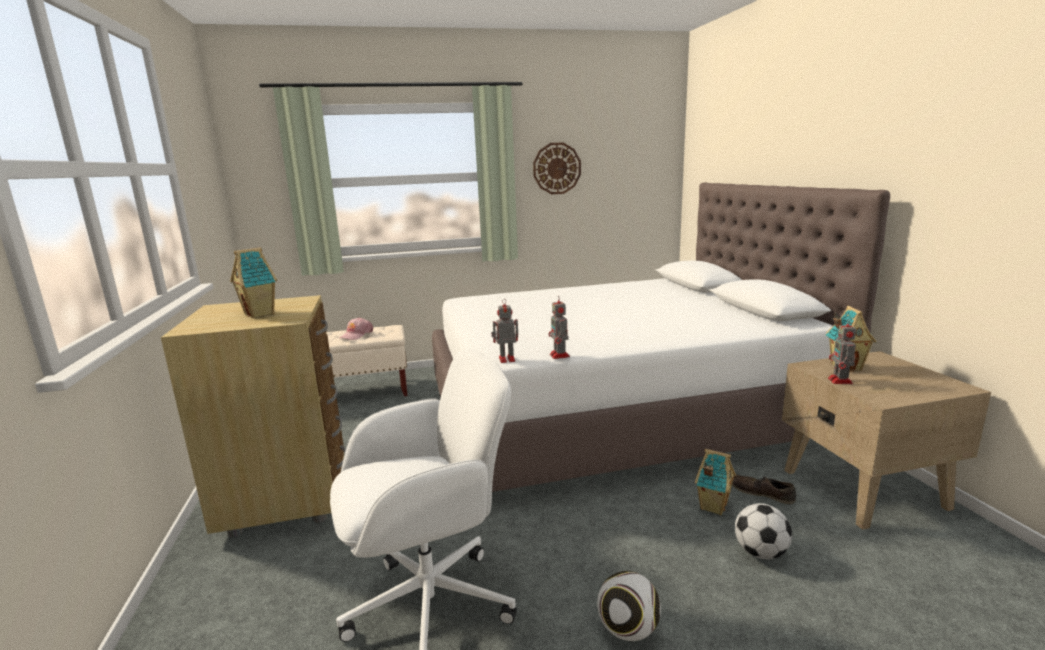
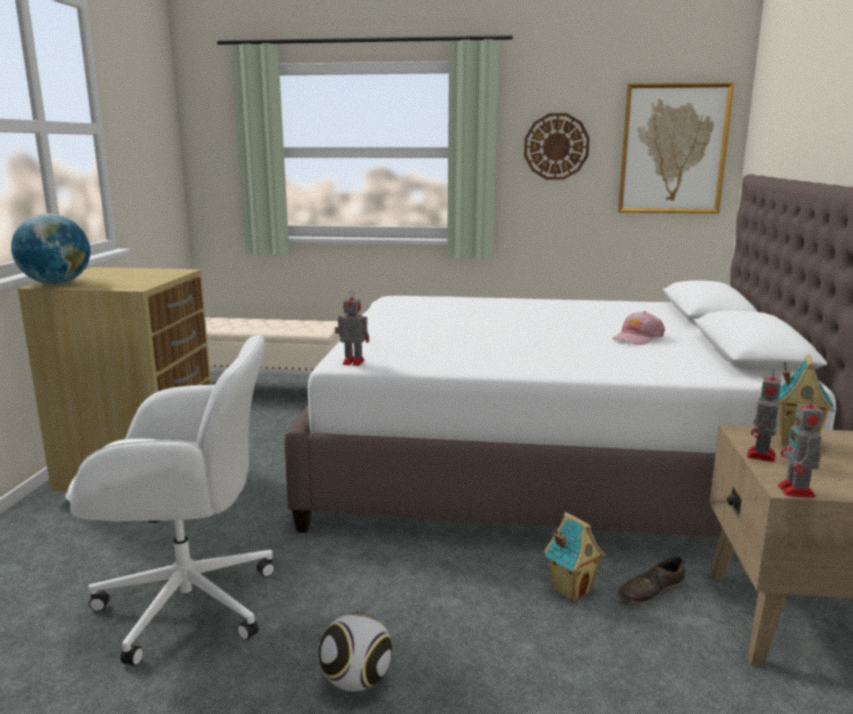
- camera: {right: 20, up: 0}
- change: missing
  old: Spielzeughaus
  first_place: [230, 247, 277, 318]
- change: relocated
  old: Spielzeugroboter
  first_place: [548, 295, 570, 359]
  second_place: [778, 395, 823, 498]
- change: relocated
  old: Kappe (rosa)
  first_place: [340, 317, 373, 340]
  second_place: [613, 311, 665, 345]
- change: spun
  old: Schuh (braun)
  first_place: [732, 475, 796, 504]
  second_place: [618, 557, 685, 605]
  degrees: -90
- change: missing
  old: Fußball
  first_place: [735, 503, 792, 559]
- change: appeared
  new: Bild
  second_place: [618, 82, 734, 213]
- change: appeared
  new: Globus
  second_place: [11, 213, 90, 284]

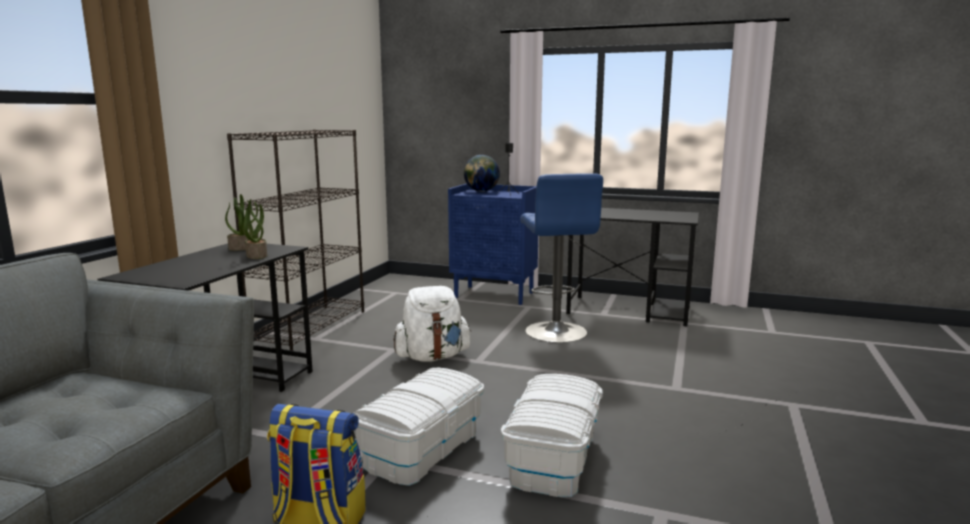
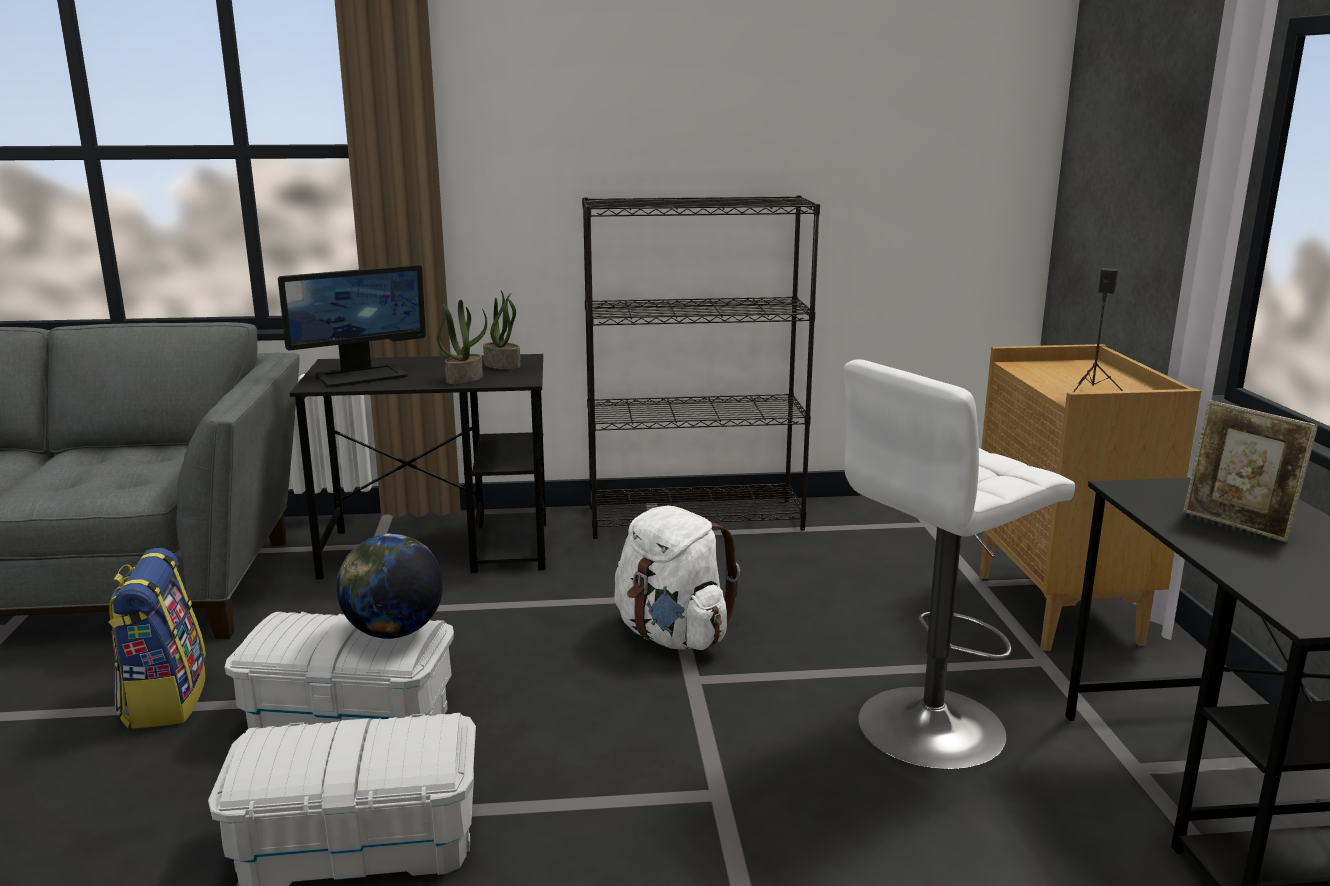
- camera: {right: 65, up: 5}
- change: relocated
  old: Globus
  first_place: [464, 155, 500, 192]
  second_place: [337, 533, 443, 639]
- change: colour
  old: Hocker (blau)
  new: Hocker (weiß)
  first_place: [520, 173, 603, 343]
  second_place: [844, 359, 1075, 770]
- change: colour
  old: Schrank (blau)
  new: Schrank (braun)
  first_place: [448, 183, 538, 305]
  second_place: [979, 344, 1201, 651]
- change: appeared
  new: Monitor
  second_place: [278, 265, 426, 388]
- change: appeared
  new: Bilderrahmen
  second_place: [1183, 400, 1318, 542]

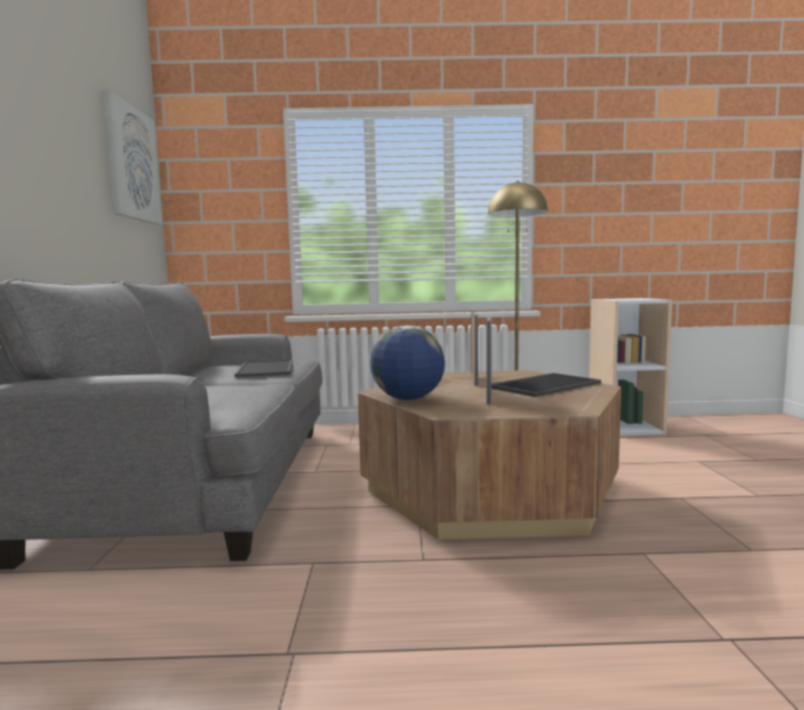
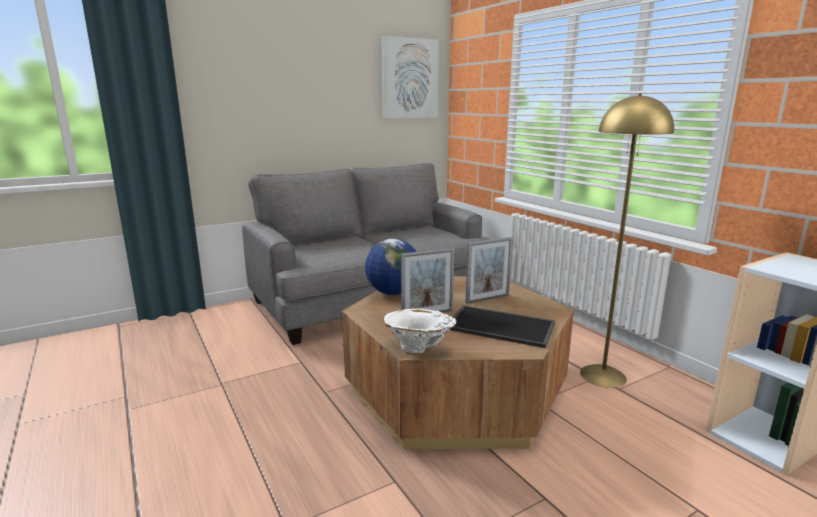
- camera: {right: 60, up: 10}
- change: missing
  old: Tablett
  first_place: [234, 359, 293, 377]
- change: appeared
  new: Vase (weiß)
  second_place: [383, 309, 456, 353]

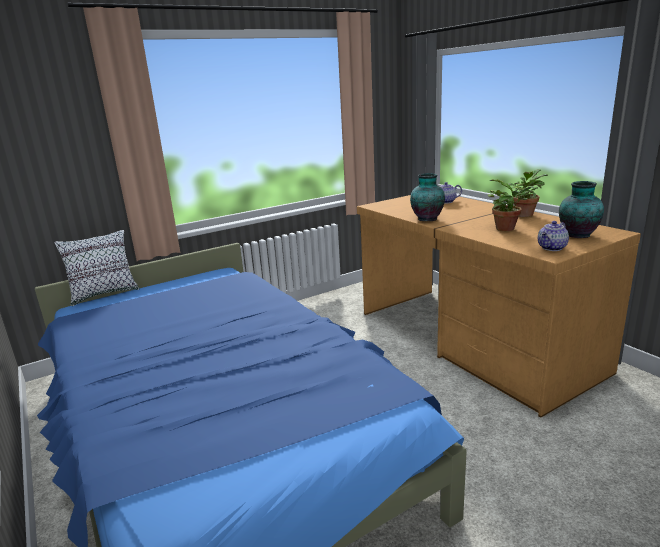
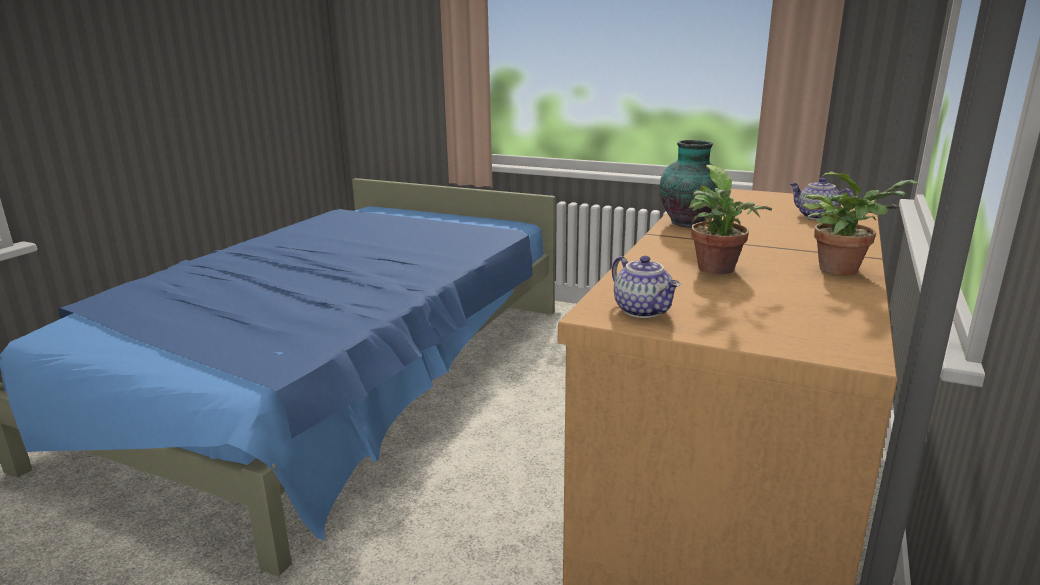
- camera: {right: 55, up: 0}
- change: missing
  old: Vase
  first_place: [559, 181, 604, 238]
- change: spun
  old: Teekanne
  first_place: [538, 221, 569, 251]
  second_place: [612, 256, 680, 318]
  degrees: -135
- change: missing
  old: Kissen (weiß)
  first_place: [54, 230, 139, 306]

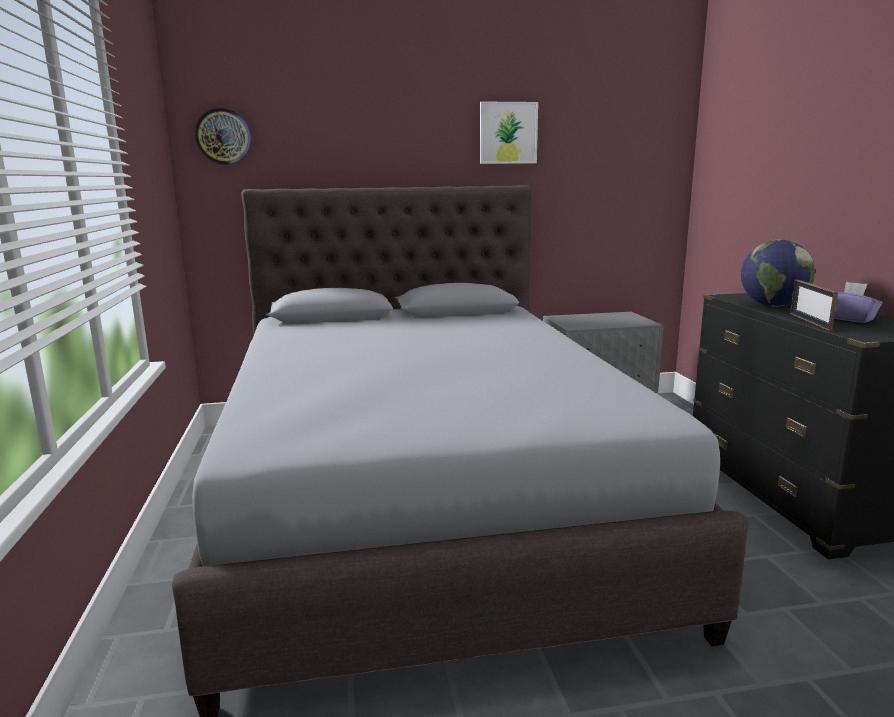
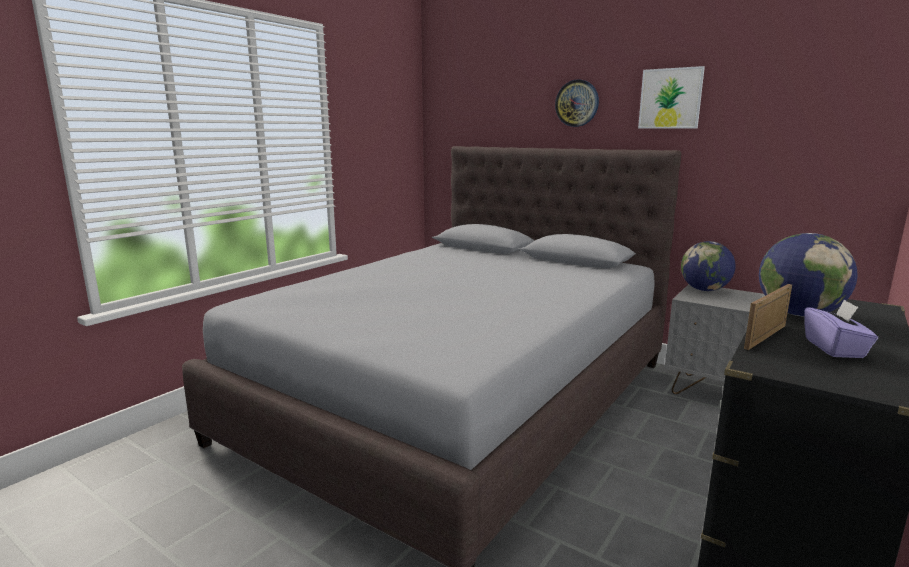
- camera: {right: 45, up: 0}
- change: relocated
  old: Wanduhr
  first_place: [194, 108, 252, 165]
  second_place: [555, 79, 599, 127]
- change: appeared
  new: Globus
  second_place: [681, 241, 736, 291]

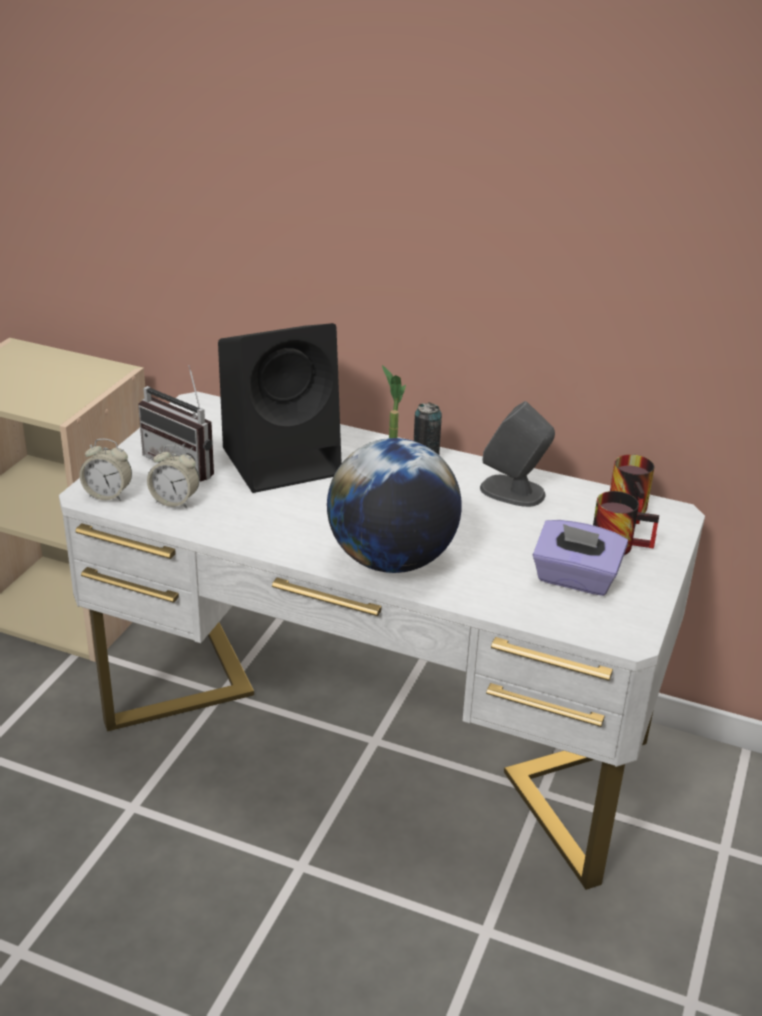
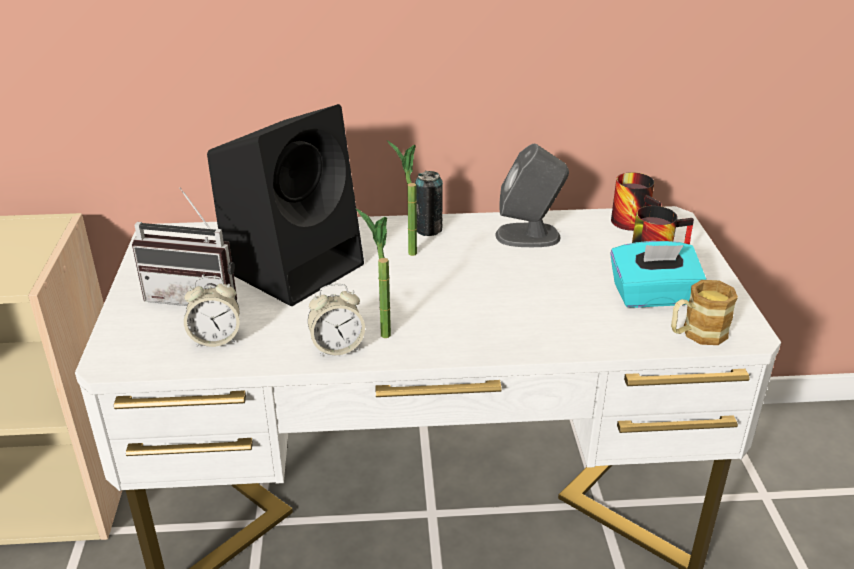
- camera: {right: -25, up: 0}
- change: missing
  old: Globus
  first_place: [327, 438, 462, 573]
- change: relocated
  old: Wecker
  first_place: [79, 439, 132, 501]
  second_place: [308, 284, 365, 357]
- change: colour
  old: Taschentuchbox (lila)
  new: Taschentuchbox (türkis)
  first_place: [533, 520, 628, 596]
  second_place: [610, 241, 706, 308]
- change: appeared
  new: Topfpflanze
  second_place: [356, 208, 391, 338]
- change: appeared
  new: Henkelbecher
  second_place: [671, 280, 738, 345]

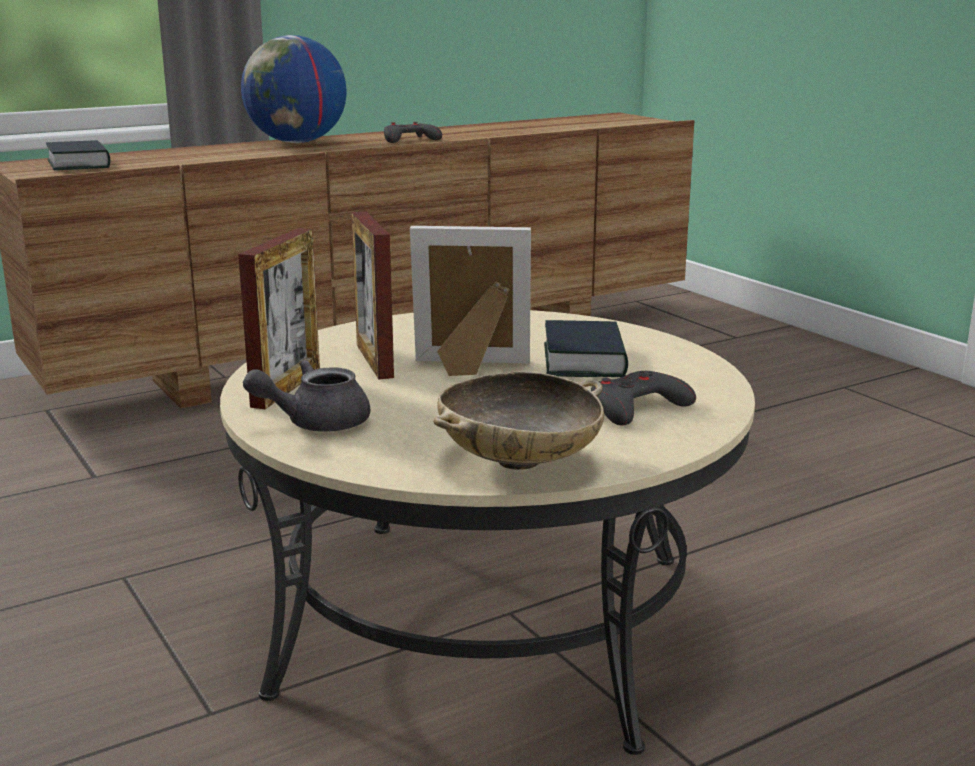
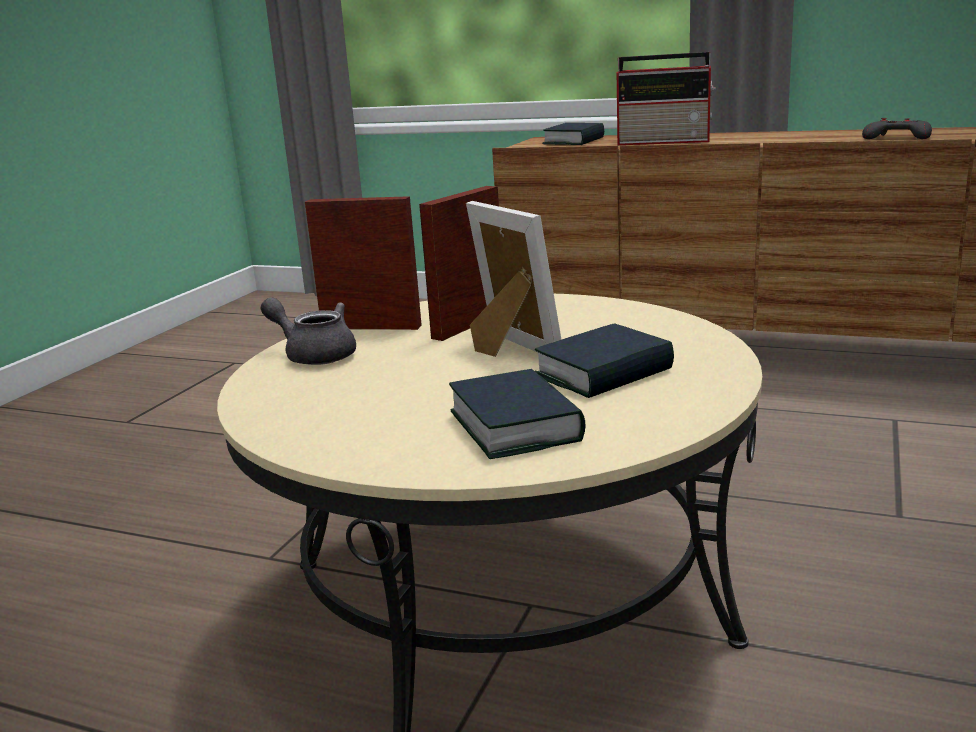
- camera: {right: 55, up: 0}
- change: missing
  old: Globus
  first_place: [241, 35, 347, 143]
- change: spun
  old: Bilderrahmen
  first_place: [238, 228, 320, 409]
  second_place: [305, 196, 422, 330]
  degrees: -150
- change: exchanged
  old: Gamepad (grau)
  new: Buch
  first_place: [591, 371, 696, 426]
  second_place: [449, 369, 586, 459]
- change: missing
  old: Schüssel (beige)
  first_place: [433, 372, 604, 470]
- change: appeared
  new: Radio
  second_place: [617, 52, 716, 145]

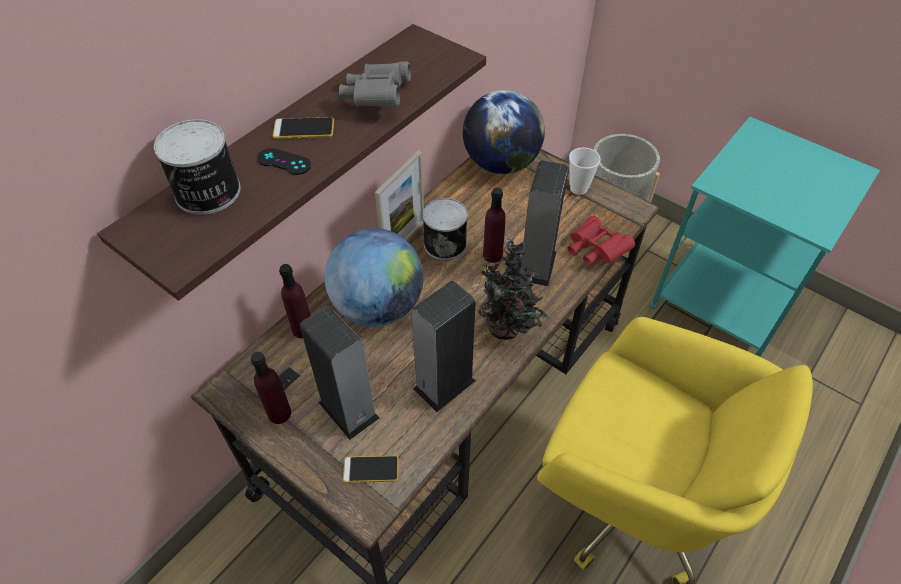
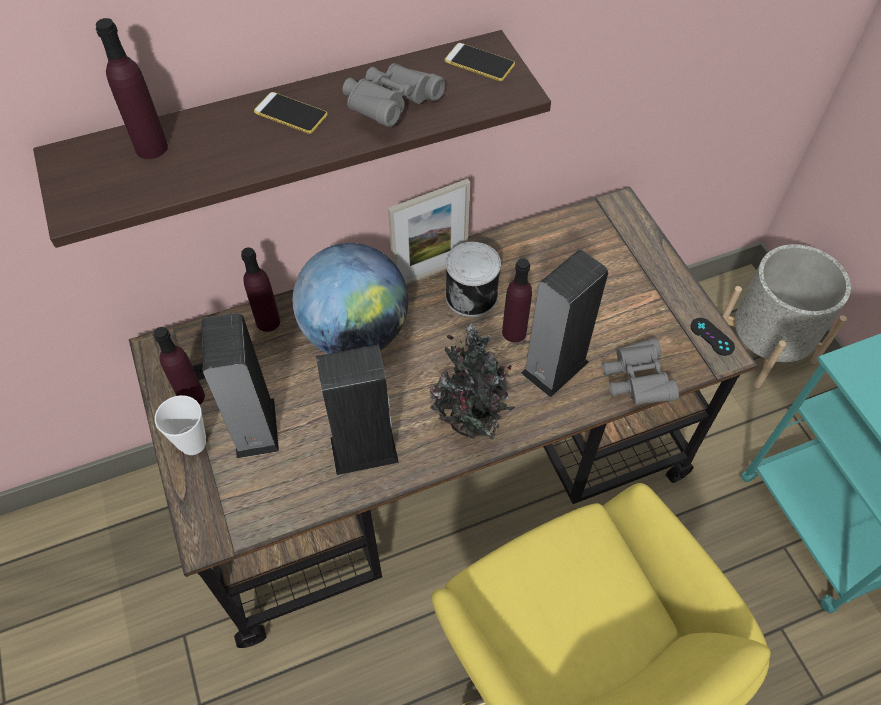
- camera: {right: 30, up: 5}
- change: missing
  old: Globus
  first_place: [463, 90, 545, 174]
- change: exchanged
  old: Dose
  new: Flasche (lila)
  first_place: [154, 119, 241, 215]
  second_place: [96, 18, 168, 159]
- change: relocated
  old: Gamepad (schwarz)
  first_place: [257, 148, 311, 175]
  second_place: [691, 318, 735, 356]
- change: relocated
  old: Tasse
  first_place: [569, 148, 601, 195]
  second_place: [155, 395, 206, 455]
- change: colour
  old: Fernglas (rot)
  new: Fernglas (grau)
  first_place: [568, 215, 635, 266]
  second_place: [602, 338, 679, 405]
- change: relocated
  old: Handy
  first_place: [343, 456, 399, 483]
  second_place: [445, 43, 515, 81]

